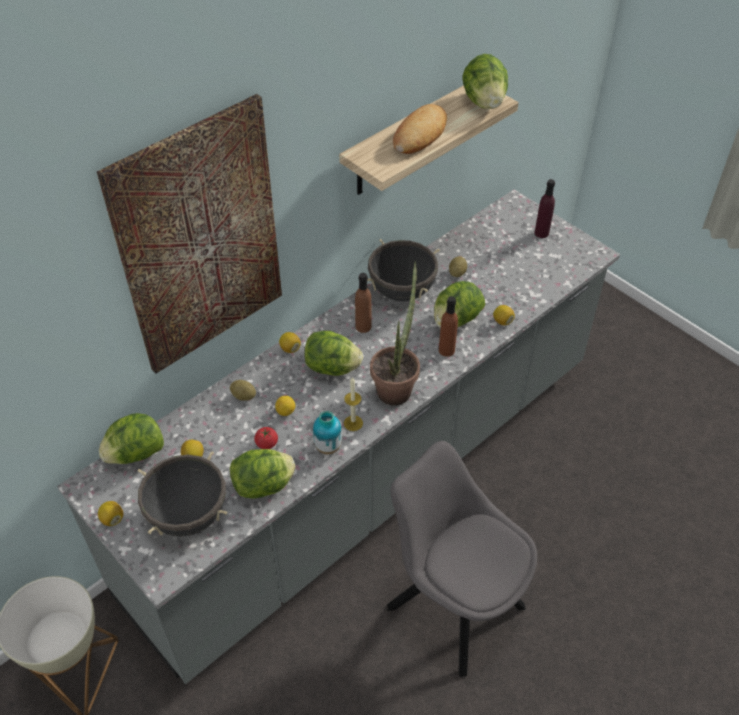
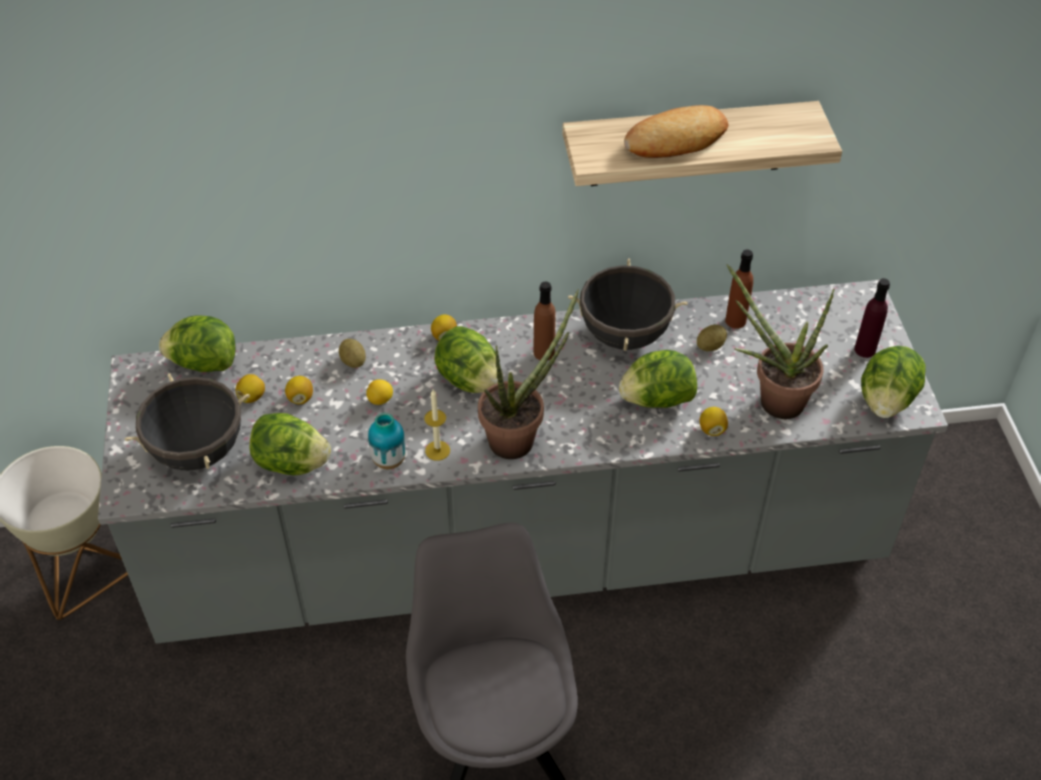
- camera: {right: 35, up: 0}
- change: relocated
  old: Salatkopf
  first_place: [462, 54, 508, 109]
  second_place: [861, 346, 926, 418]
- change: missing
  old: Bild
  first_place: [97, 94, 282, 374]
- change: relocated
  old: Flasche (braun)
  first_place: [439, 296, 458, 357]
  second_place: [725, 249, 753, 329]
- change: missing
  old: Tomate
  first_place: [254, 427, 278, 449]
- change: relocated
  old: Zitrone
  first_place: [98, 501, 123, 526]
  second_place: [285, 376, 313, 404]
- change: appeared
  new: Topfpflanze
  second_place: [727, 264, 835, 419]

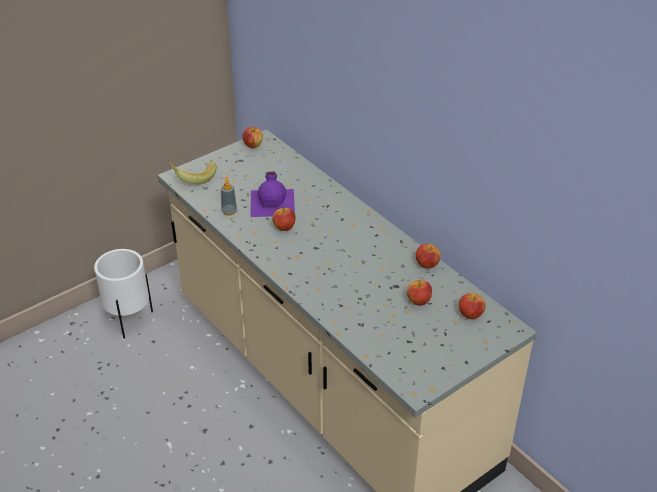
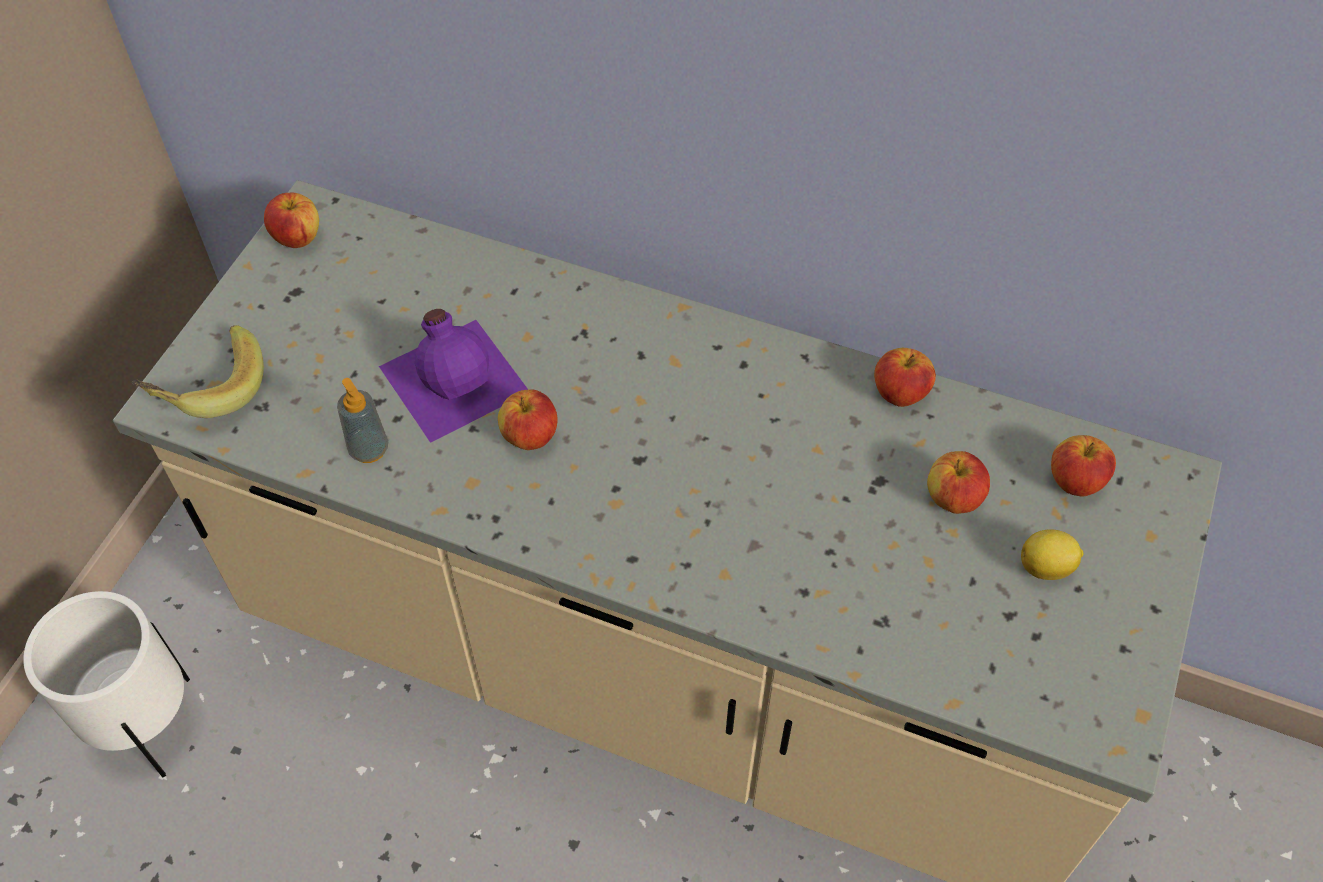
- camera: {right: -30, up: 15}
- change: appeared
  new: Zitrone
  second_place: [1021, 529, 1083, 580]

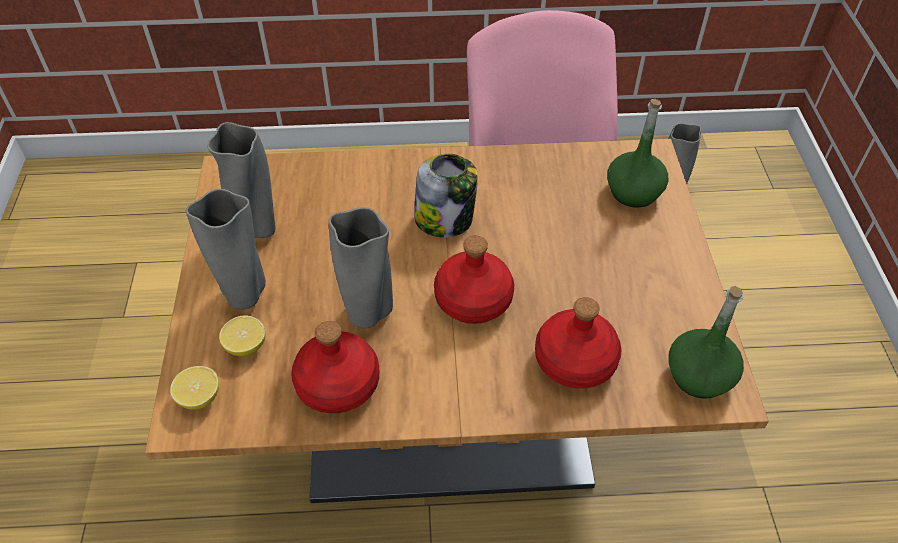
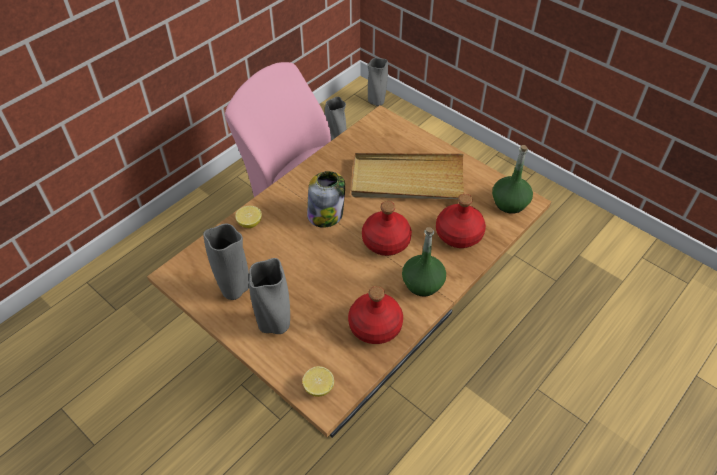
- camera: {right: -45, up: 0}
- change: relocated
  old: Flasche (grün)
  first_place: [607, 99, 668, 208]
  second_place: [402, 227, 446, 297]
- change: relocated
  old: Vase (grau)
  first_place: [329, 207, 393, 328]
  second_place: [368, 58, 388, 106]
- change: relocated
  old: Zitrone
  first_place: [219, 315, 265, 356]
  second_place: [235, 206, 262, 228]
- change: appeared
  new: Tablett (beige)
  second_place: [351, 153, 464, 199]

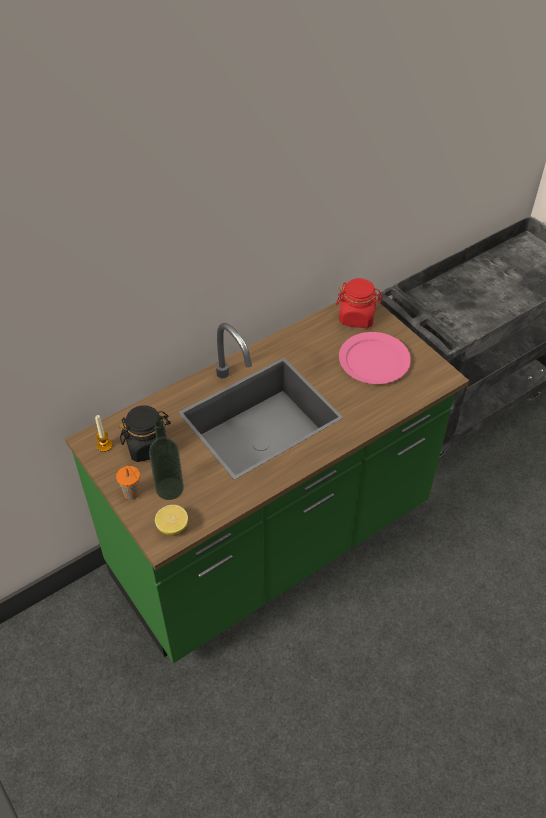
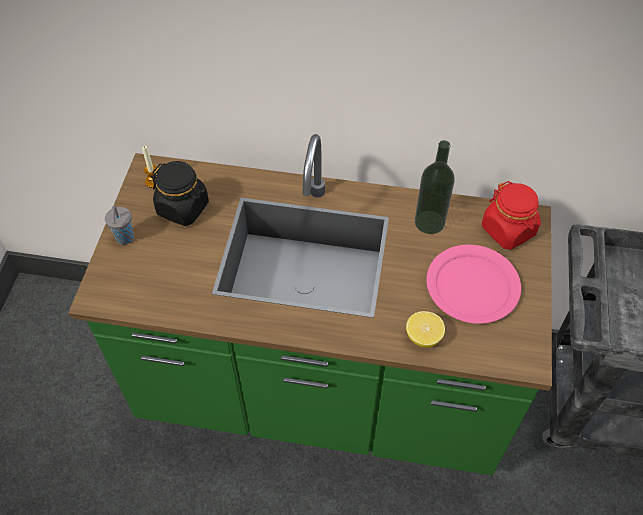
- camera: {right: 45, up: 5}
- change: relocated
  old: Flasche
  first_place: [149, 420, 184, 500]
  second_place: [415, 140, 455, 234]
- change: colour
  old: Tasse (orange)
  new: Tasse (grau)
  first_place: [116, 466, 140, 500]
  second_place: [105, 206, 134, 245]
- change: relocated
  old: Zitrone
  first_place: [155, 505, 188, 535]
  second_place: [406, 311, 445, 347]

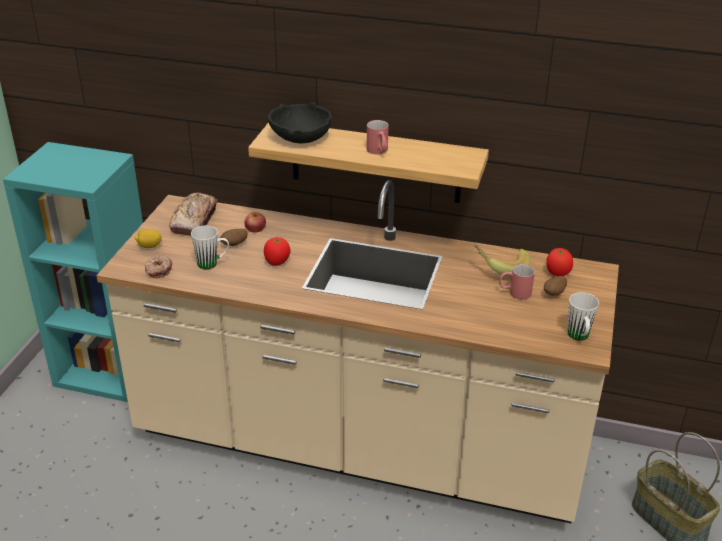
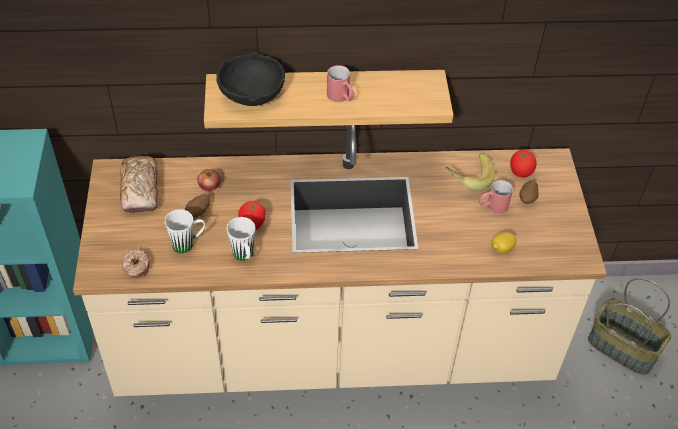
- camera: {right: -20, up: 15}
- change: relocated
  old: Zitrone
  first_place: [135, 229, 162, 248]
  second_place: [491, 232, 516, 254]
- change: relocated
  old: Henkelbecher (weiß)
  first_place: [568, 292, 599, 341]
  second_place: [227, 217, 255, 261]

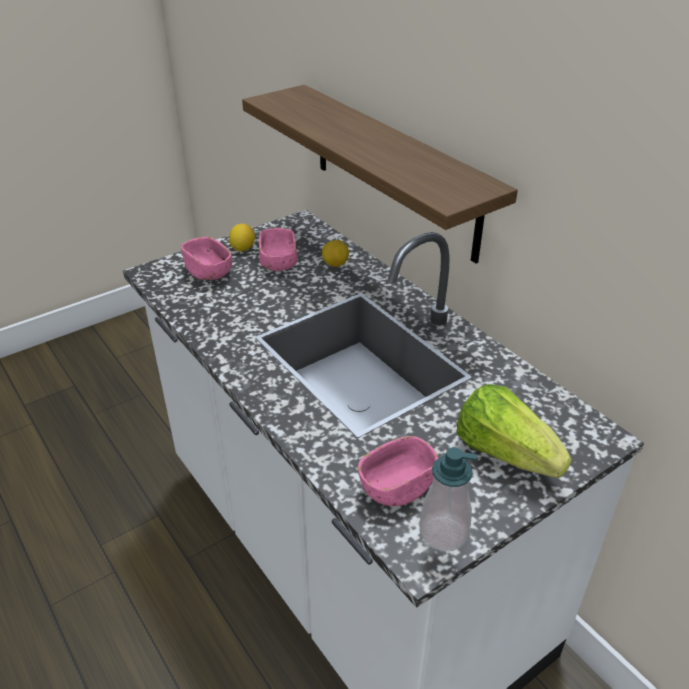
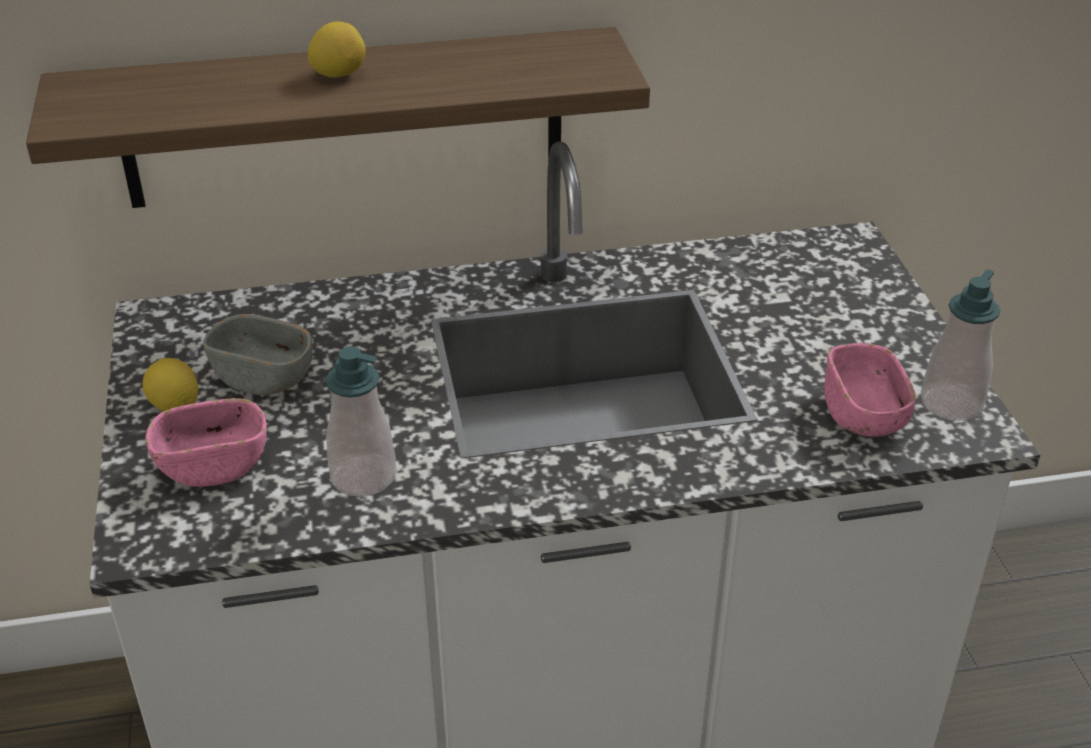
- camera: {right: -65, up: 0}
- change: colour
  old: Schüssel (rosa)
  new: Schüssel (grau)
  first_place: [259, 228, 298, 271]
  second_place: [203, 314, 313, 395]
- change: relocated
  old: Zitrone
  first_place: [322, 240, 349, 267]
  second_place: [308, 21, 366, 78]
- change: missing
  old: Salatkopf
  first_place: [457, 384, 572, 478]
- change: appeared
  new: Seifenspender
  second_place: [326, 346, 397, 497]

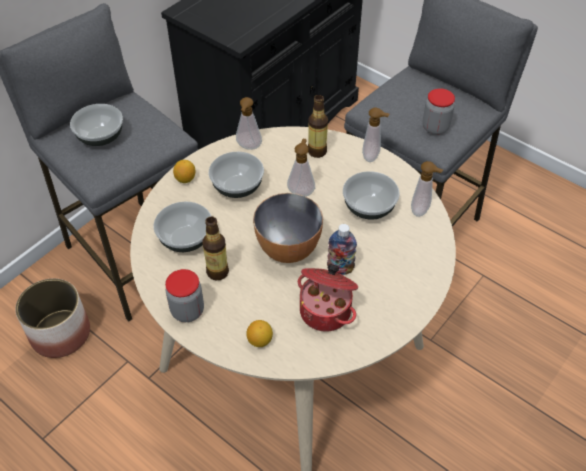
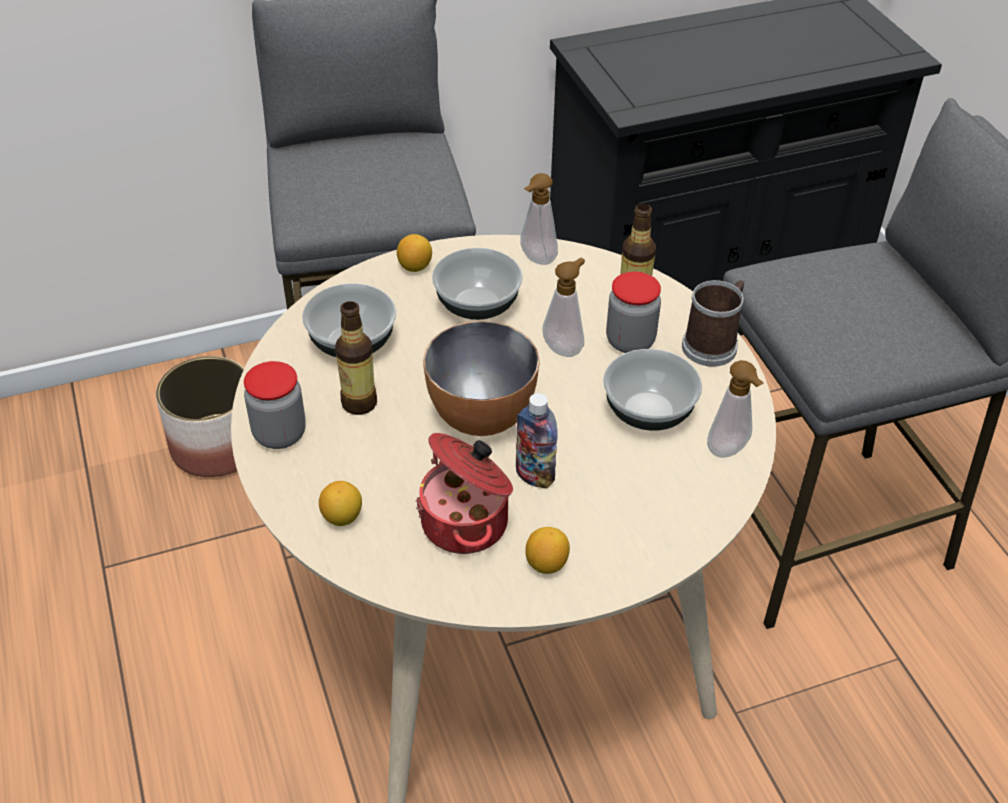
- camera: {right: 30, up: -5}
- change: relocated
  old: Vorratsglas
  first_place: [422, 88, 455, 135]
  second_place: [606, 272, 661, 353]
- change: missing
  old: Schüssel
  first_place: [70, 104, 123, 146]
- change: exchanged
  old: Seifenspender
  new: Henkelbecher
  first_place: [362, 108, 389, 162]
  second_place: [682, 280, 744, 367]
- change: appeared
  new: Zitrone
  second_place: [525, 527, 570, 574]

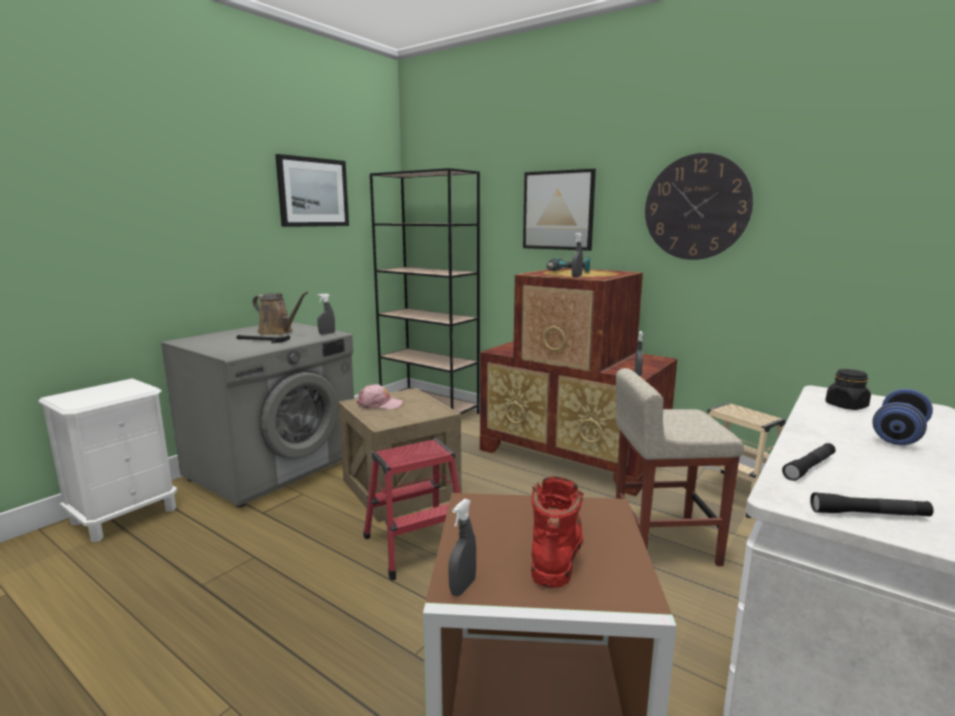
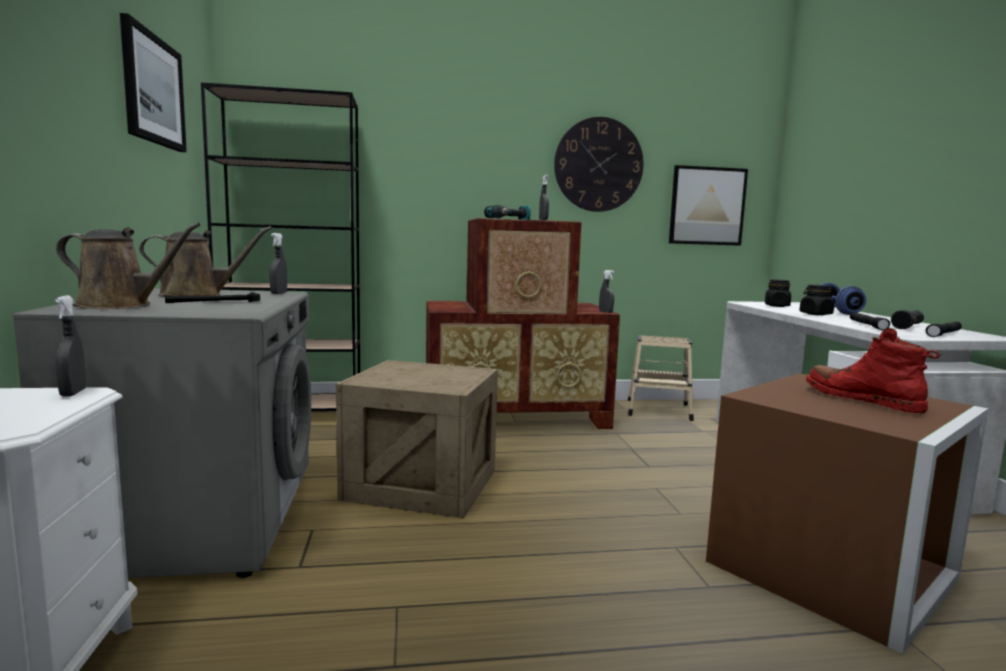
- camera: {right: -45, up: -5}
- change: relocated
  old: Bild
  first_place: [523, 169, 596, 251]
  second_place: [669, 165, 748, 246]
- change: missing
  old: Hocker (beige)
  first_place: [616, 368, 744, 566]
- change: missing
  old: Kappe (rosa)
  first_place: [357, 384, 403, 409]
- change: missing
  old: Trittleiter (rot)
  first_place: [363, 438, 460, 581]
- change: relocated
  old: Sprühflasche (grau)
  first_place: [449, 499, 476, 596]
  second_place: [55, 296, 86, 397]
- change: appeared
  new: Gießkanne (braun)
  second_place: [56, 223, 201, 309]
- change: appeared
  new: Vorratsglas (schwarz)
  second_place: [799, 285, 834, 315]
- change: appeared
  new: Taschenlampe (schwarz)
  second_place: [891, 310, 924, 329]

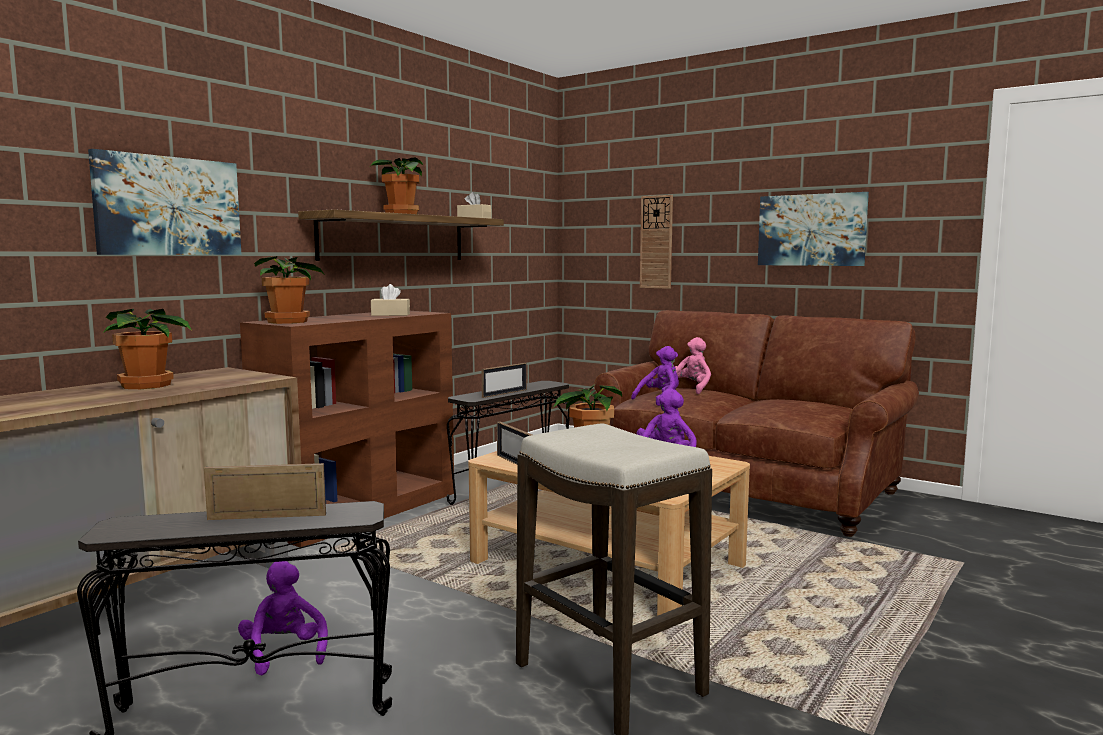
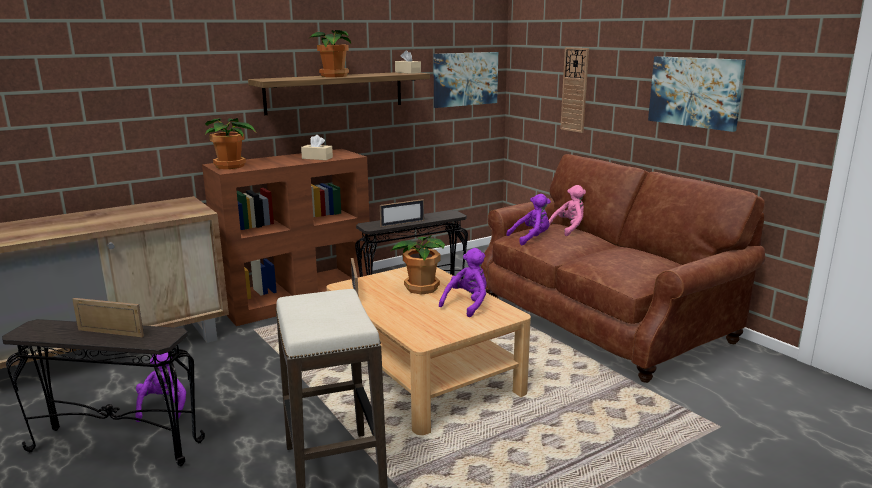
- camera: {right: 20, up: 10}
- change: relocated
  old: Bild
  first_place: [88, 149, 242, 255]
  second_place: [434, 52, 498, 108]
- change: missing
  old: Topfpflanze
  first_place: [103, 309, 192, 389]

